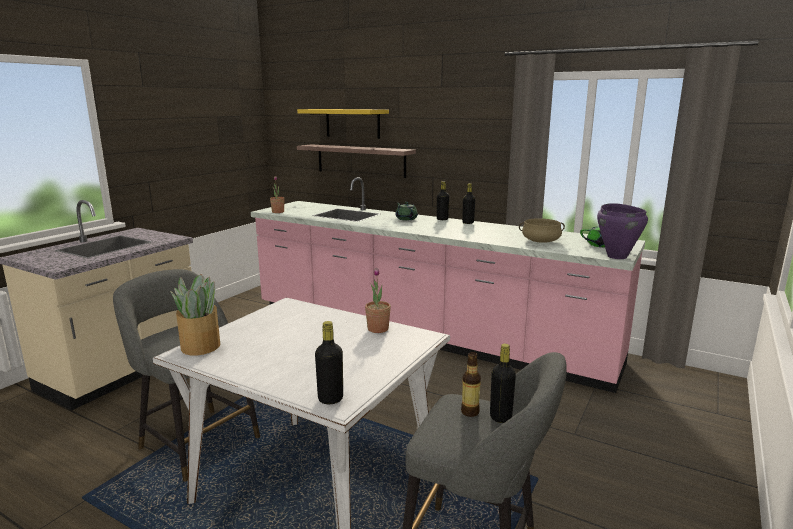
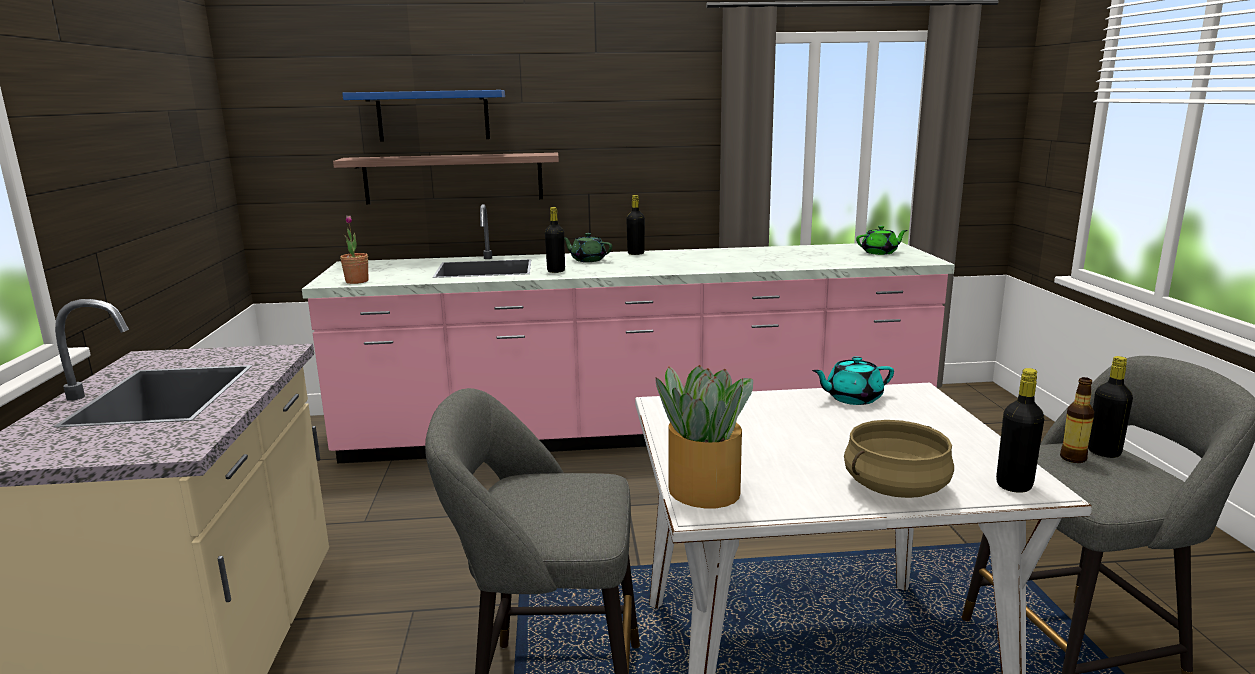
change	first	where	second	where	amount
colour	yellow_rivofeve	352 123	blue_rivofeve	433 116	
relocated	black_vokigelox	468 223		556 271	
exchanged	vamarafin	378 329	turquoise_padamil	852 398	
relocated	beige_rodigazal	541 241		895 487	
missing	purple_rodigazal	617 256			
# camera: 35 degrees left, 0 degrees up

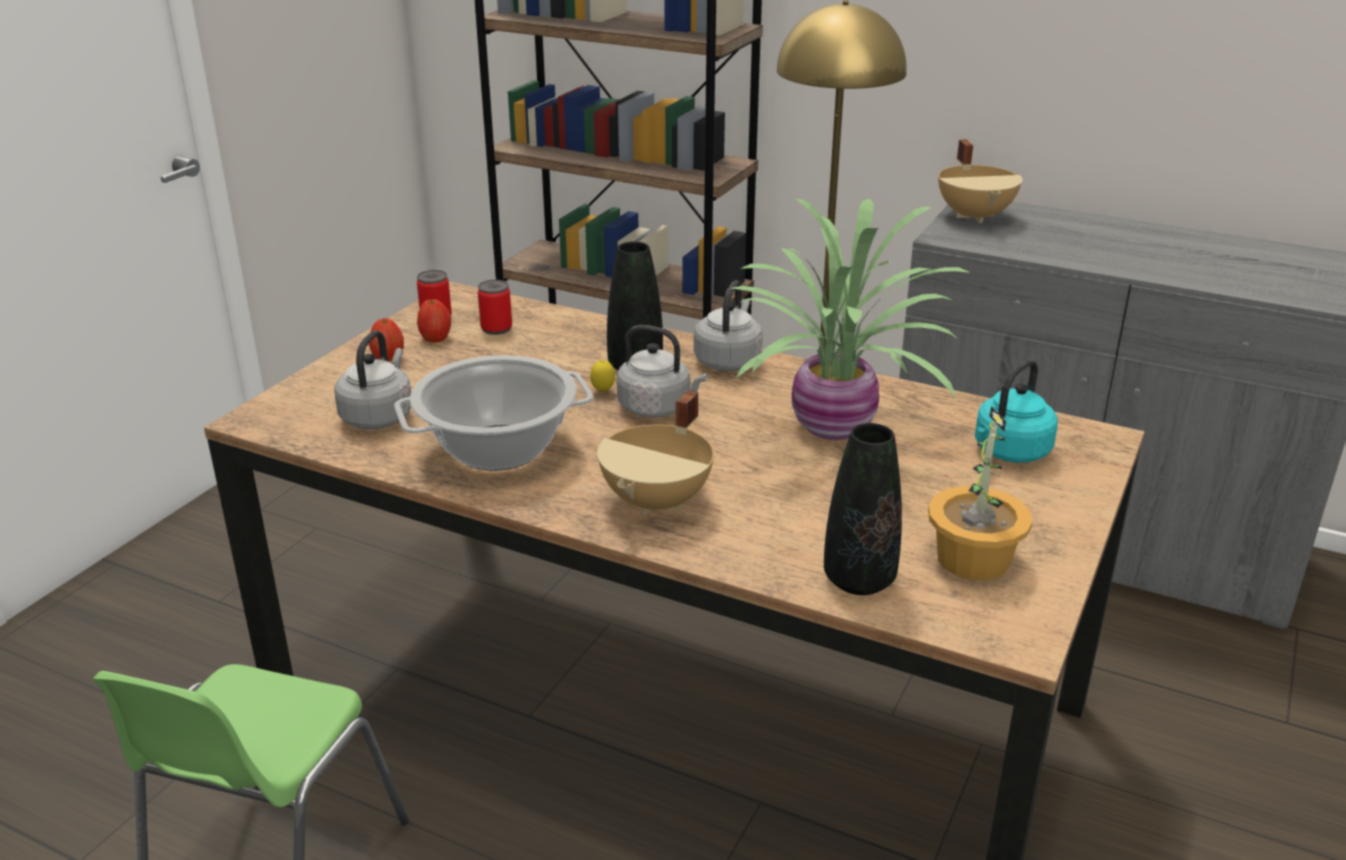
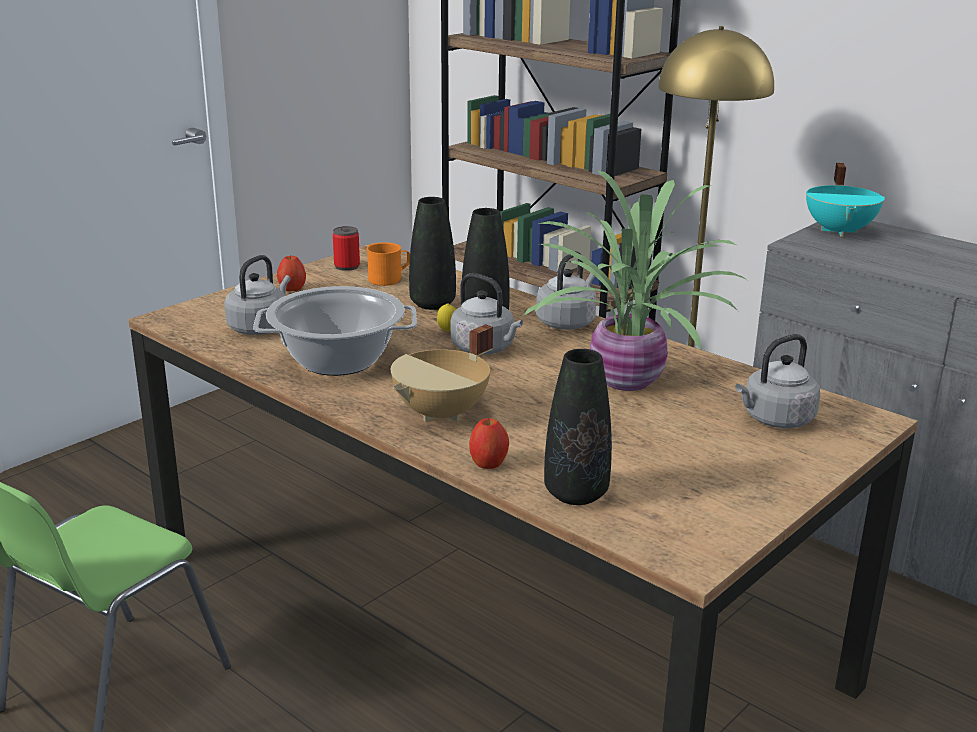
change	first	where	second	where	amount
exchanged	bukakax	496 328	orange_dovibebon	389 278	
appeared			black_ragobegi	432 304	
relocated	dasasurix	435 338		488 464	
colour	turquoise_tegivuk	1009 452	grey_tegivuk	775 419	
colour	beige_rodigazal	976 216	turquoise_rodigazal	840 231	
missing	vamarafin	971 558			
# camera: 15 degrees right, 5 degrees down

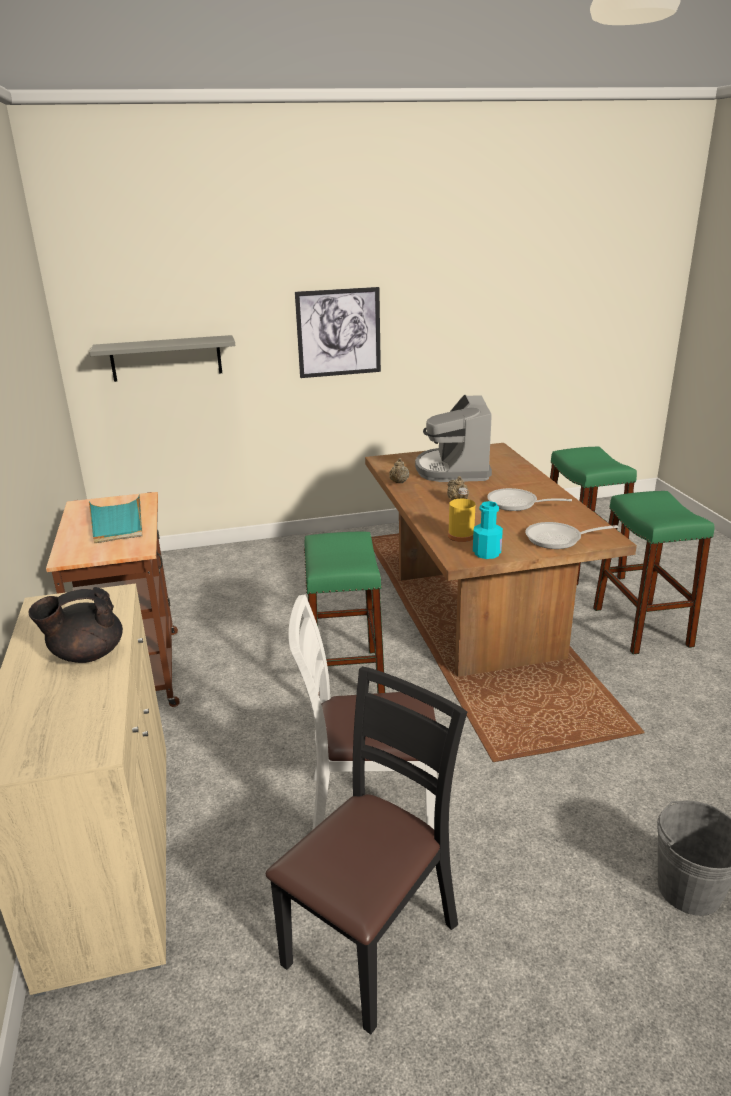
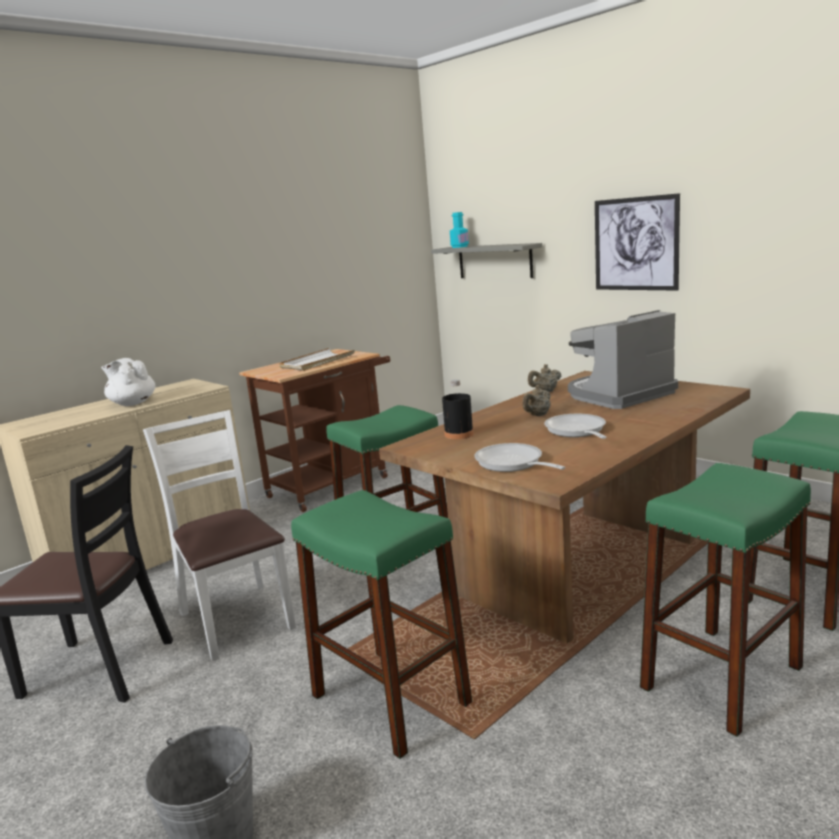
change	first	where	second	where	amount
colour	black_padamil	86 654	white_padamil	132 403	
colour	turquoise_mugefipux	117 522	white_mugefipux	317 362	
appeared			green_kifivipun	390 699	
colour	yellow_vokigelox	461 536	black_vokigelox	459 434	
relocated	turquoise_vokigelox	486 553		459 247	
# camera: 60 degrees right, 10 degrees down

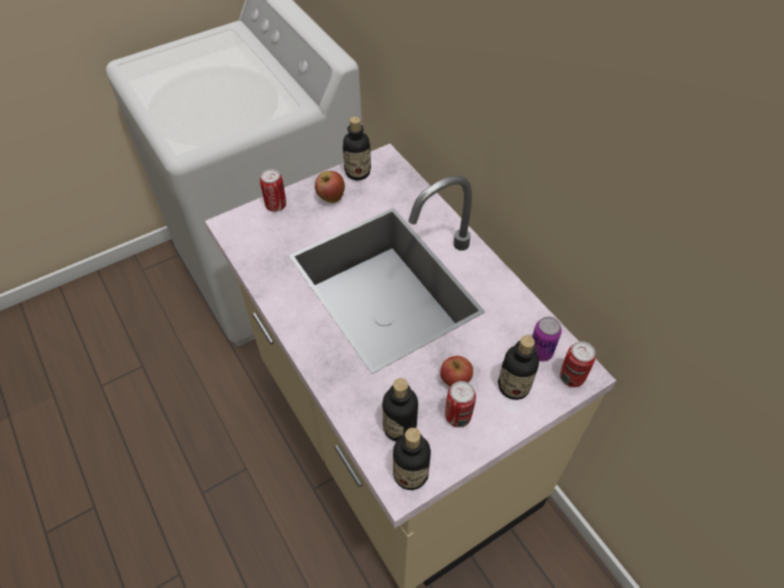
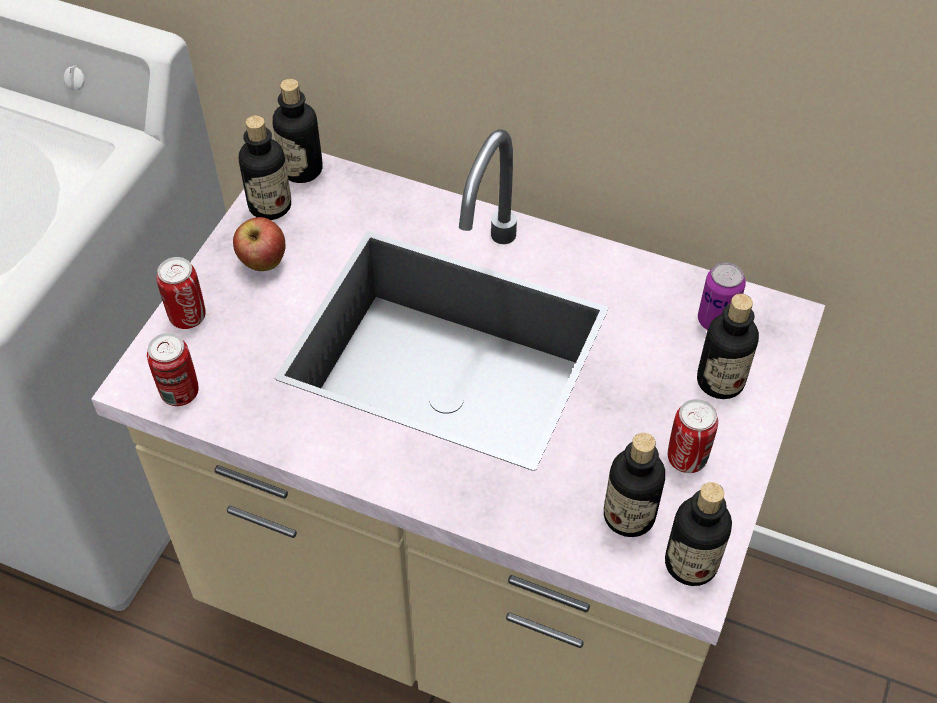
change	first	where	second	where	amount
relocated	bukakax	571 377		180 393	
appeared			vokigelox	301 169	
missing	dasasurix	455 379			
# camera: 35 degrees left, 0 degrees up

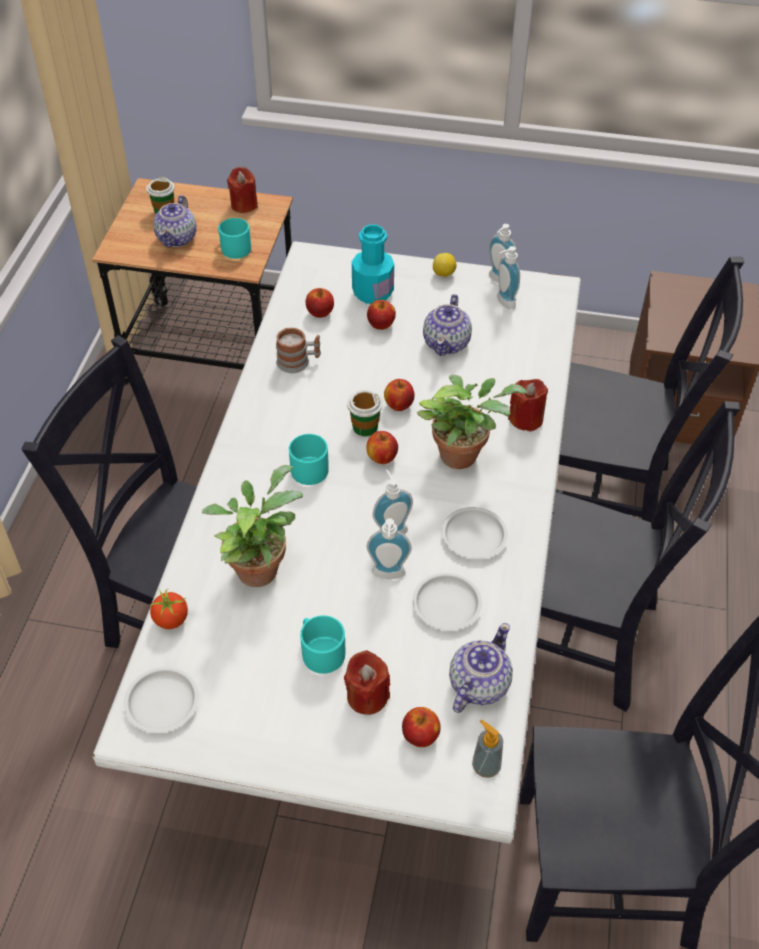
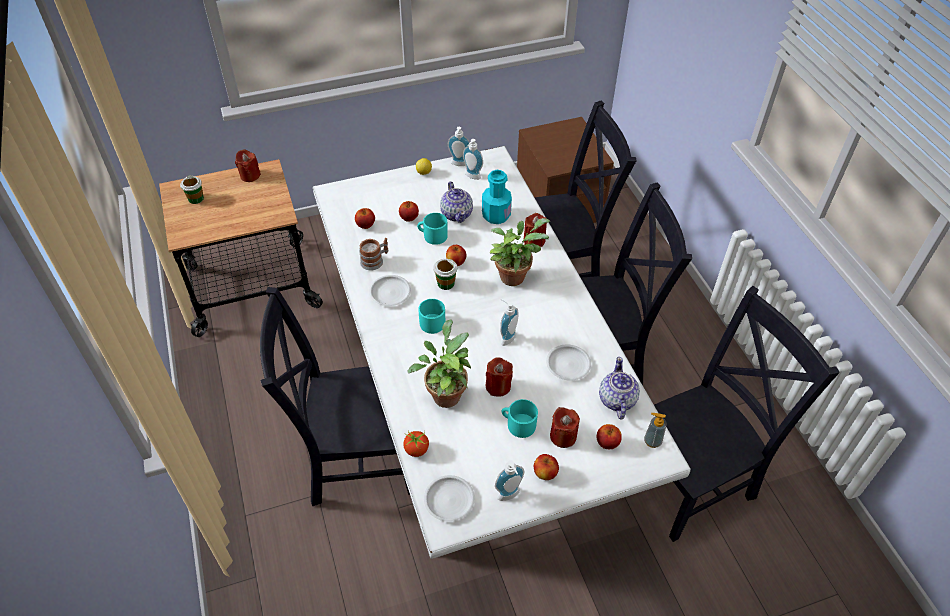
change	first	where	second	where	amount
relocated	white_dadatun	474 536		390 292	
relocated	turquoise_dovibebon	233 247		432 235	
relocated	turquoise_vokigelox	372 292		496 215	
appeared			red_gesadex	498 386	
relocated	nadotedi	388 575		509 496	
relocated	dasasurix	382 458		545 473	
missing	padamil	177 238			
# camera: 30 degrees left, 0 degrees up

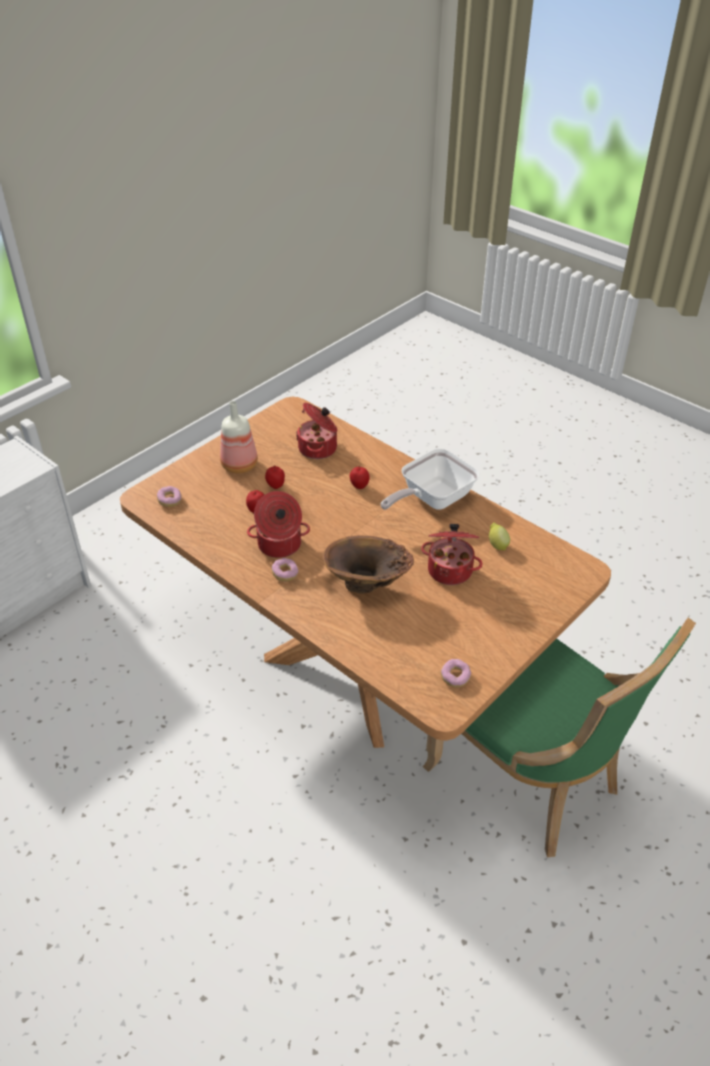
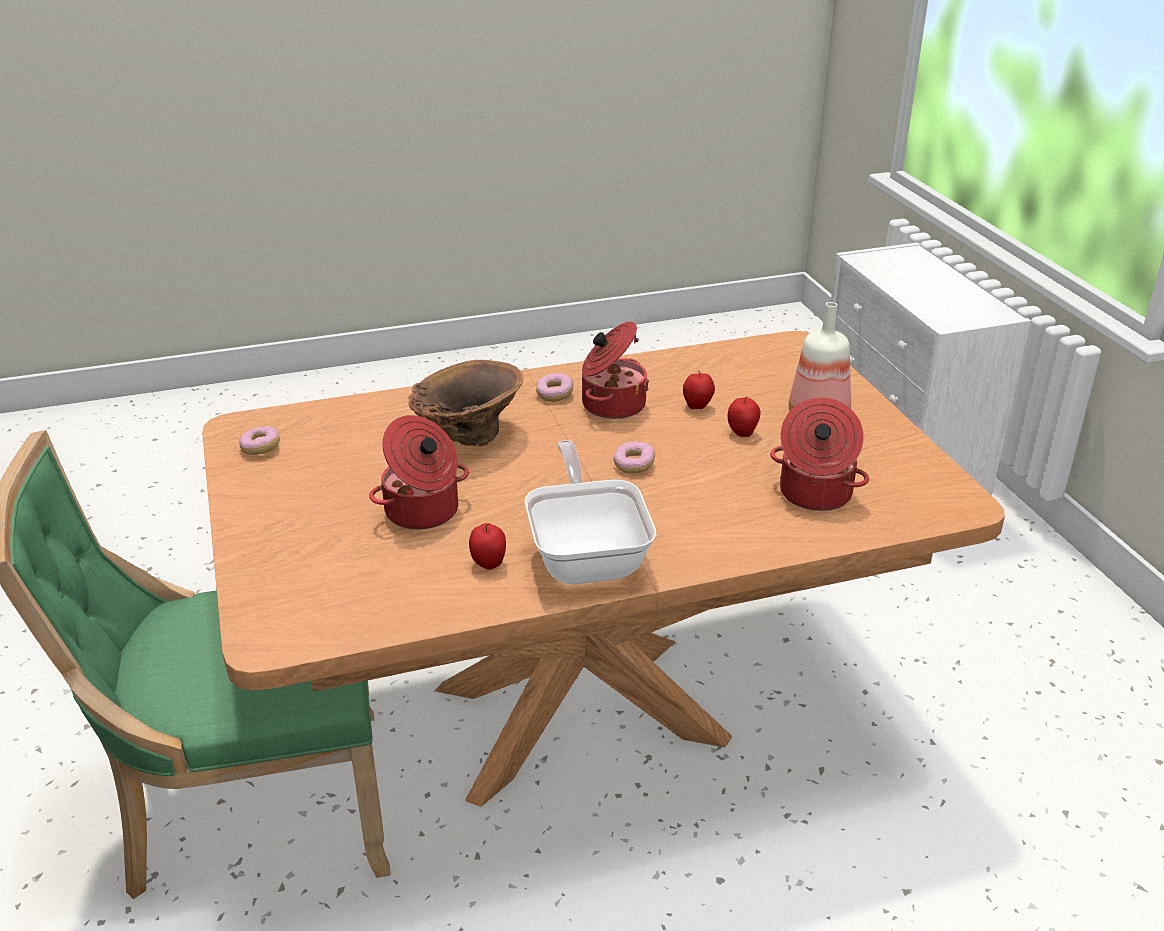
change	first	where	second	where	amount
relocated	dasasurix	359 487		488 564	
relocated	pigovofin	170 501		634 465	
missing	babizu	497 545			
# camera: 120 degrees right, 10 degrees down

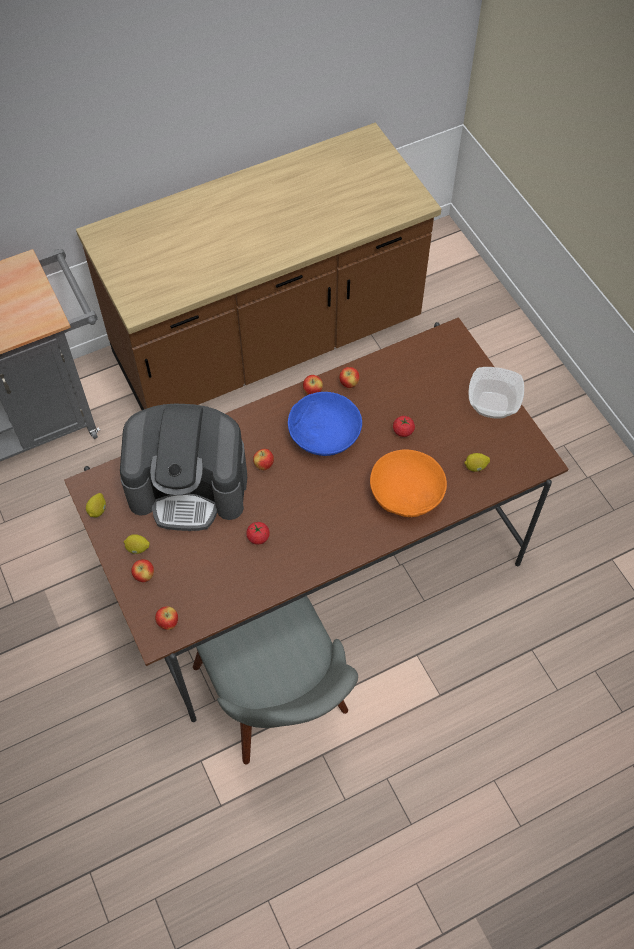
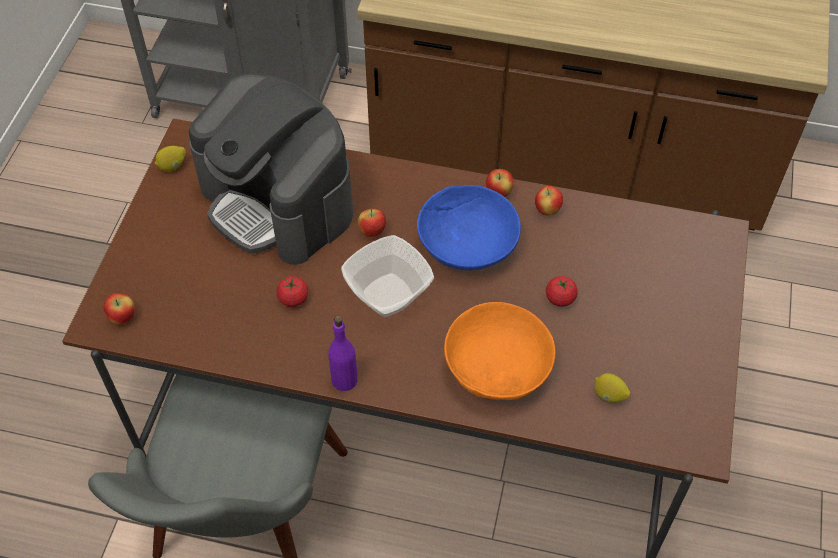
change	first	where	second	where	amount
appeared			purple_vokigelox	344 379	
relocated	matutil	493 404		389 295	
missing	babizu	137 548			
missing	dasasurix	144 576			
# camera: 40 degrees right, 5 degrees down

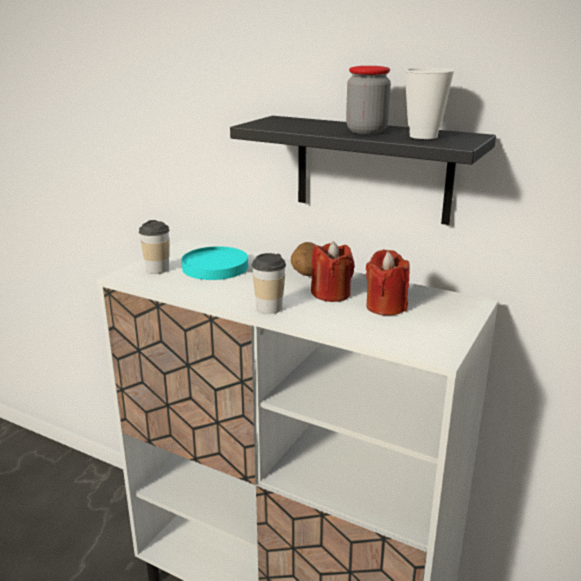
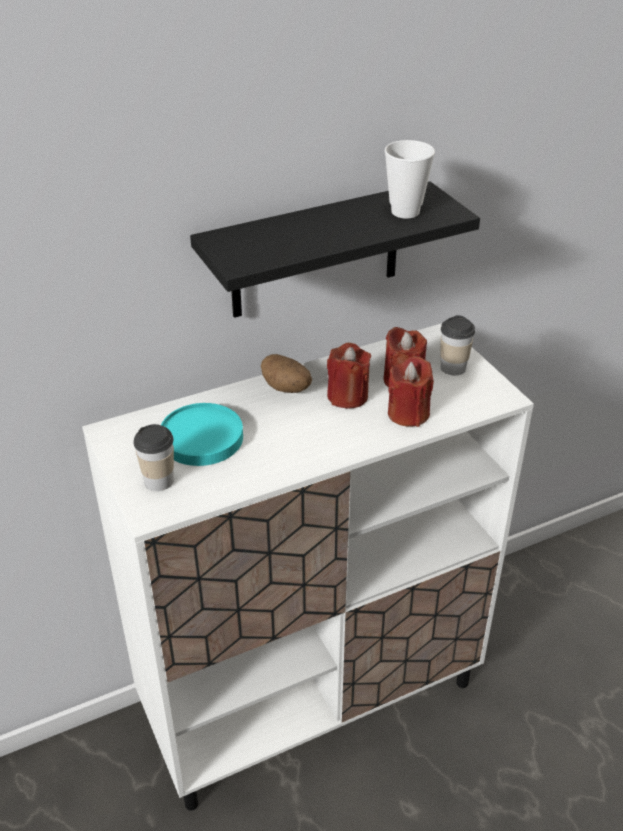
change	first	where	second	where	amount
appeared			red_gesadex	408 413	
relocated	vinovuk	269 308		453 368	
missing	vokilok	366 131			
# camera: 55 degrees left, 15 degrees up

